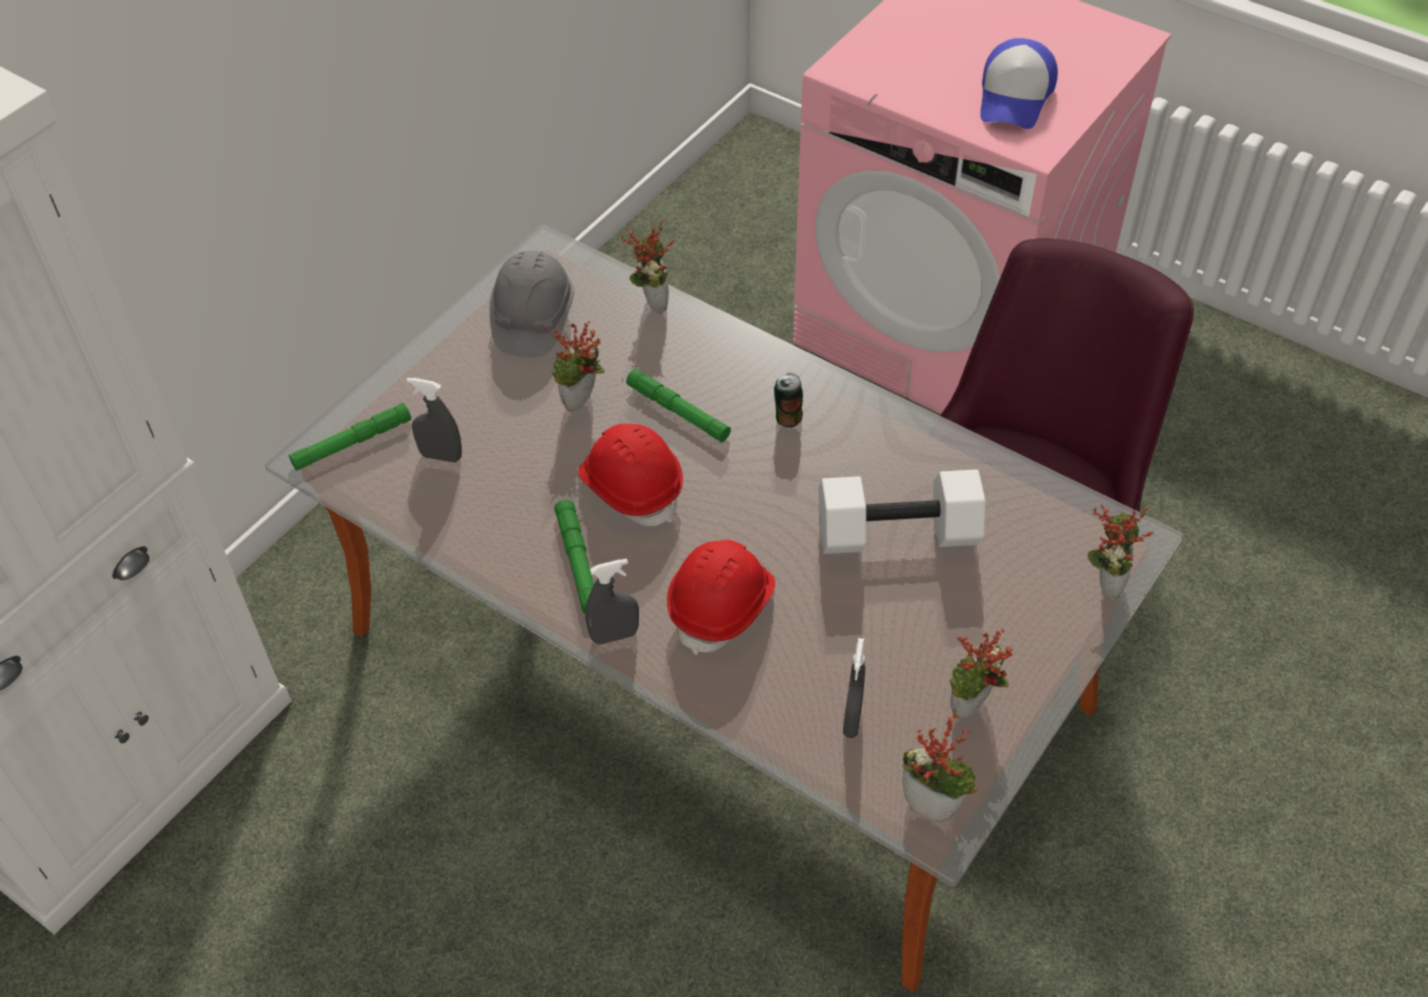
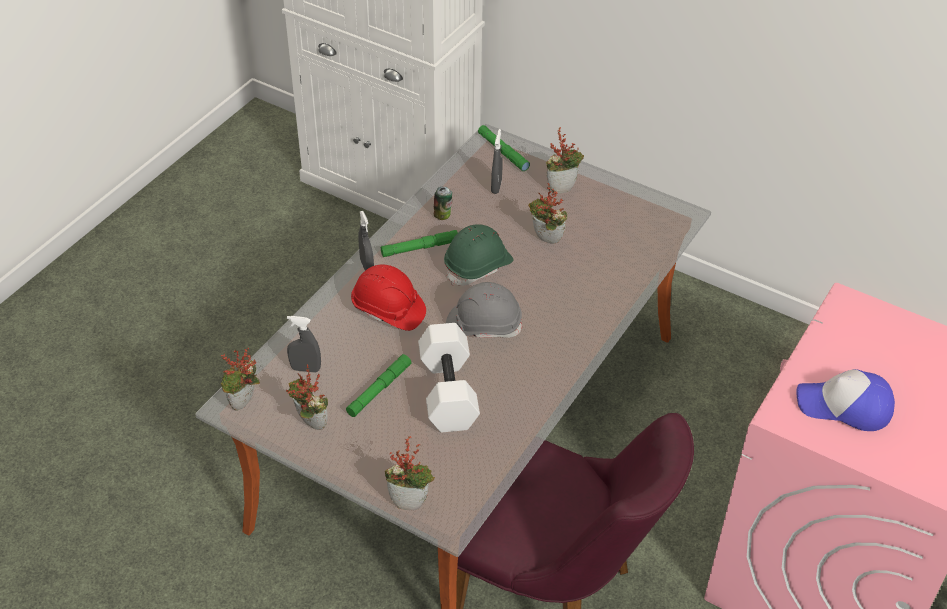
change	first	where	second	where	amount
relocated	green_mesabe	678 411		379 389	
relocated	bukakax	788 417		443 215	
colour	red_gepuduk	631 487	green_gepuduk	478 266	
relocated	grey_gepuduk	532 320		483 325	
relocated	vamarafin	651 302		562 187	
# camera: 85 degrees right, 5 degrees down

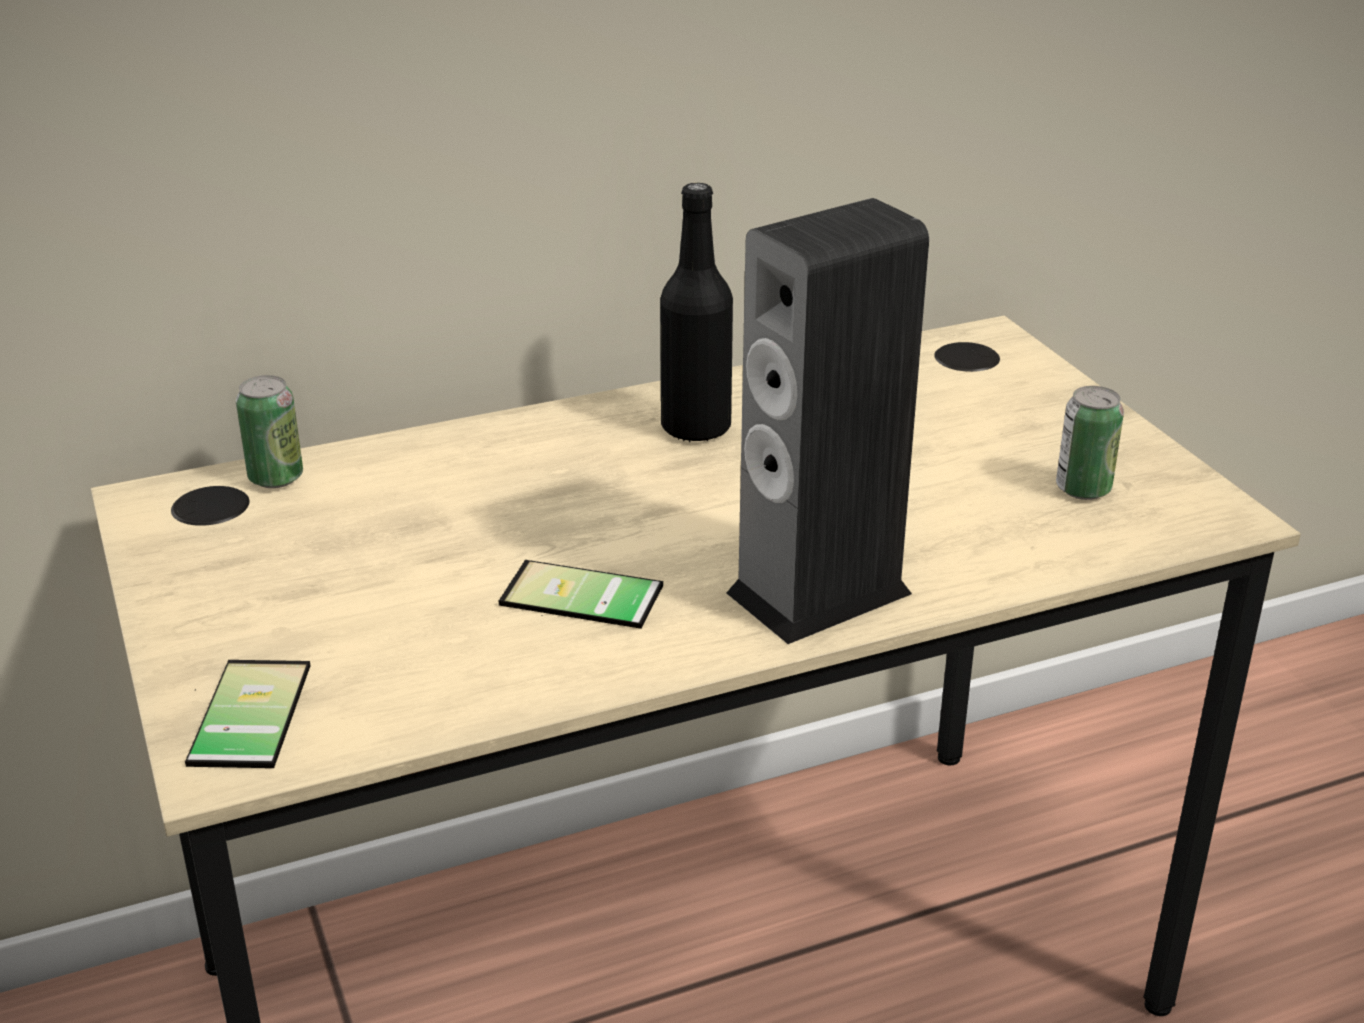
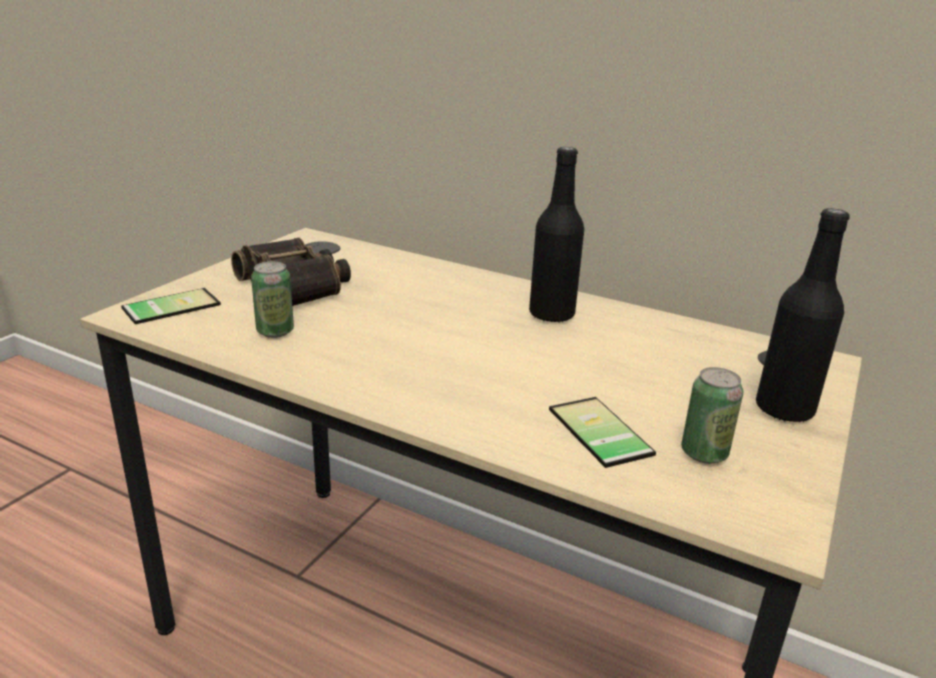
change	first	where	second	where	amount
appeared			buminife	296 285	
relocated	bukakax	276 478		275 331	
relocated	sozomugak	579 600		594 432	
appeared			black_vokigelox	784 409	
missing	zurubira	819 593			
# camera: 50 degrees right, 5 degrees down

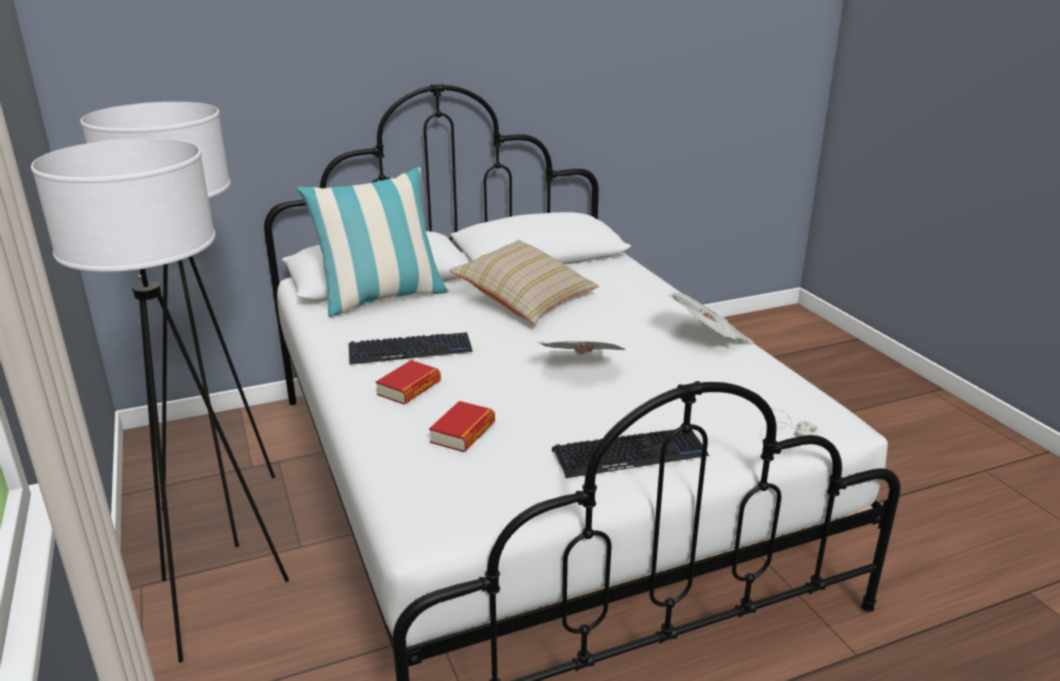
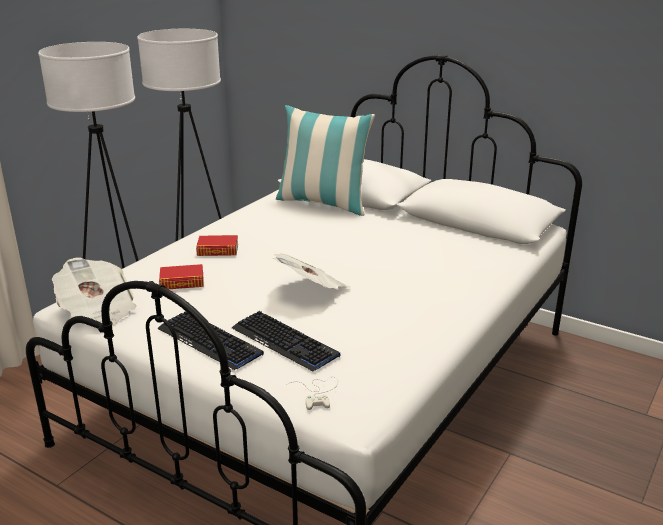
change	first	where	second	where	amount
relocated	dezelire	709 338		97 311	
relocated	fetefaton	410 350		285 342	
missing	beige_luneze	525 301			
# camera: 55 degrees right, 0 degrees up

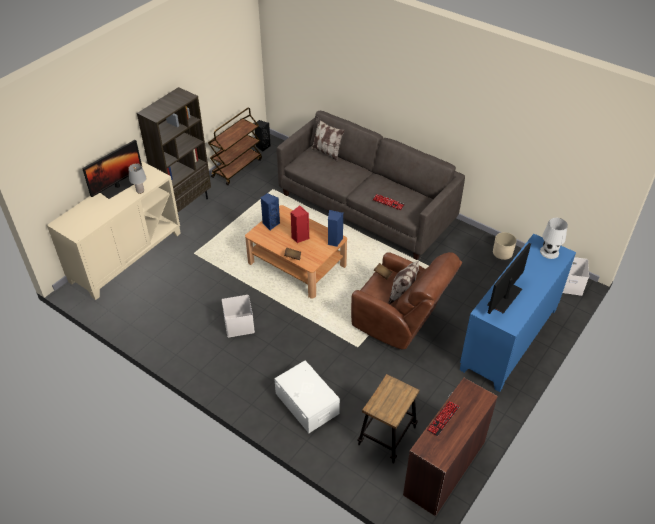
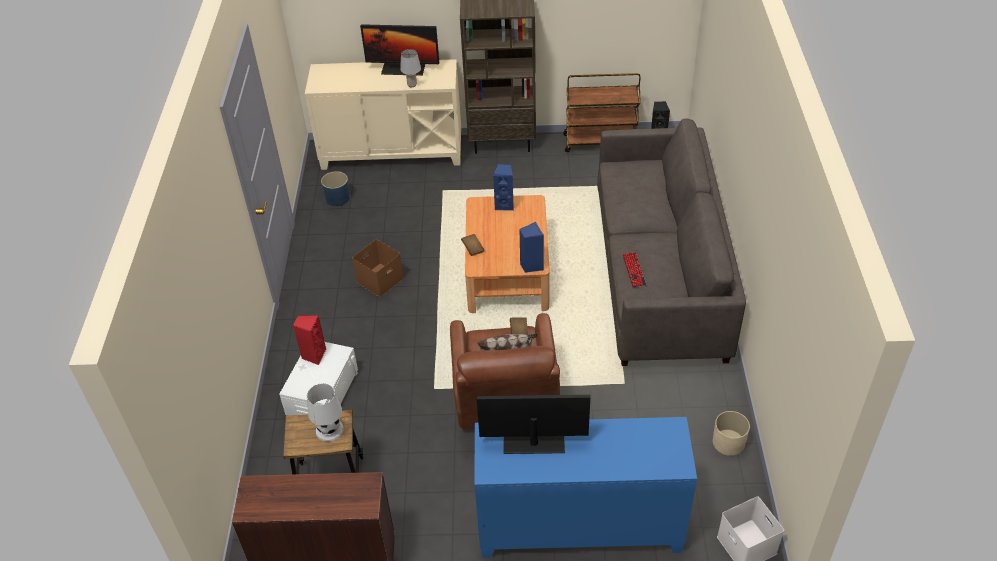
change	first	where	second	where	amount
relocated	red_zurubira	299 237		313 355	
relocated	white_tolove	549 252		329 429	
appeared			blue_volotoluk	338 197	
colour	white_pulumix	238 324	brown_pulumix	380 279	
missing	luneze	326 153			
missing	fetefaton	443 418			
# camera: 55 degrees right, 0 degrees up

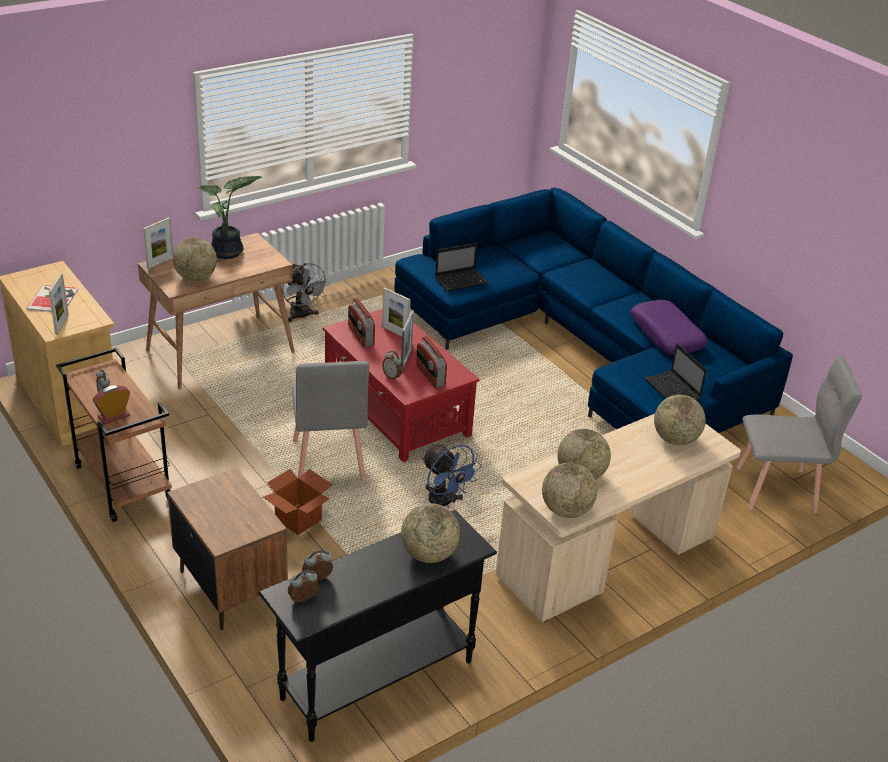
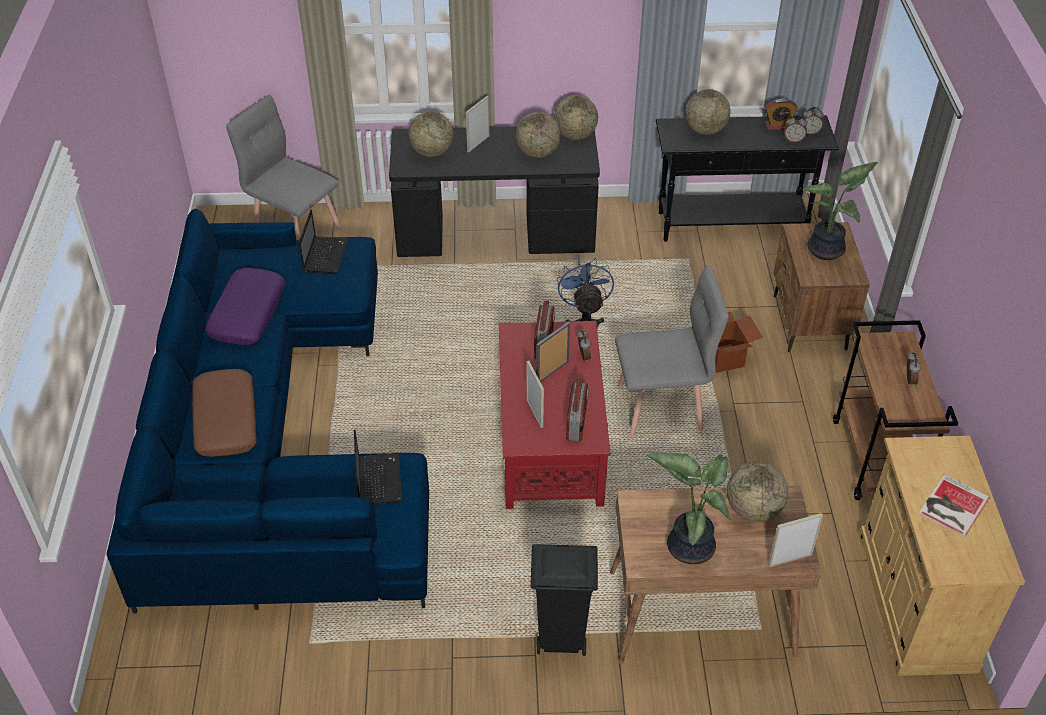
change	first	where	second	where	amount
appeared			brown_luneze	225 420	
spun	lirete	461 281		378 479	75 degrees clockwise
colour	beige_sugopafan	607 558	black_sugopafan	495 236	
relocated	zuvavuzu	62 325		478 143	
exchanged	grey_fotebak	302 316	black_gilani	560 639	
spun	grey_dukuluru	327 460		661 407	60 degrees clockwise
relocated	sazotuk	114 416		778 126	
appeared			vamarafin	828 250	
# camera: 145 degrees left, 10 degrees up

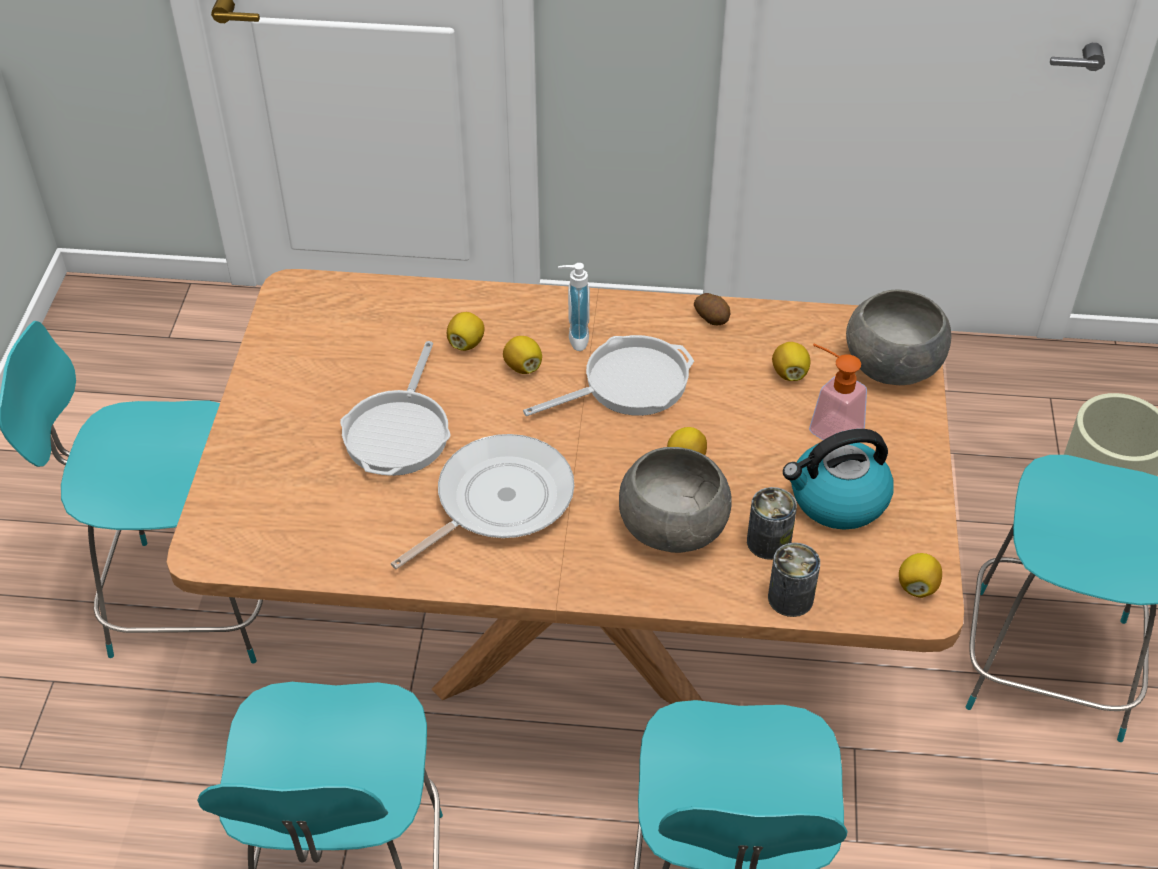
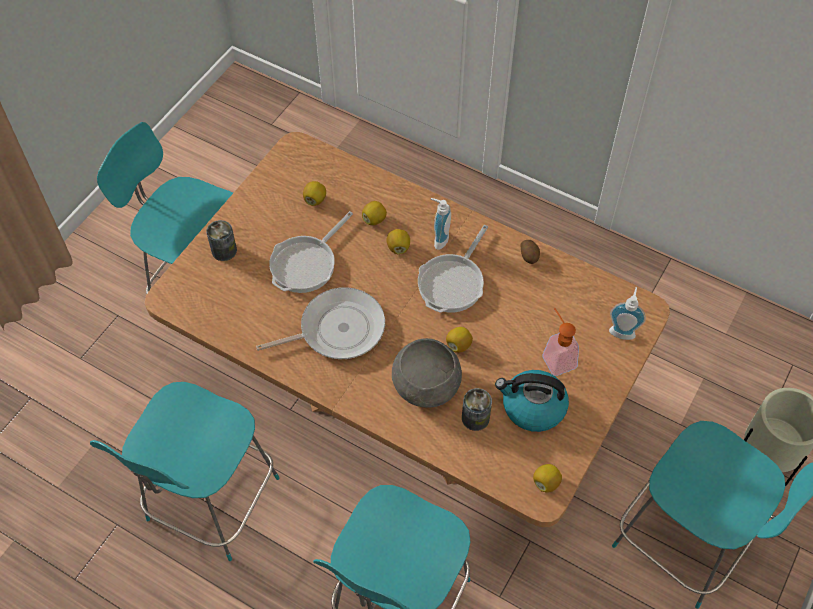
change	first	where	second	where	amount
relocated	bukakax	790 598		224 250	
relocated	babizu	789 373		315 199	
spun	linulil	628 384		453 282	120 degrees clockwise
exchanged	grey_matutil	893 365	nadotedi	622 331	
# camera: 25 degrees right, 10 degrees up

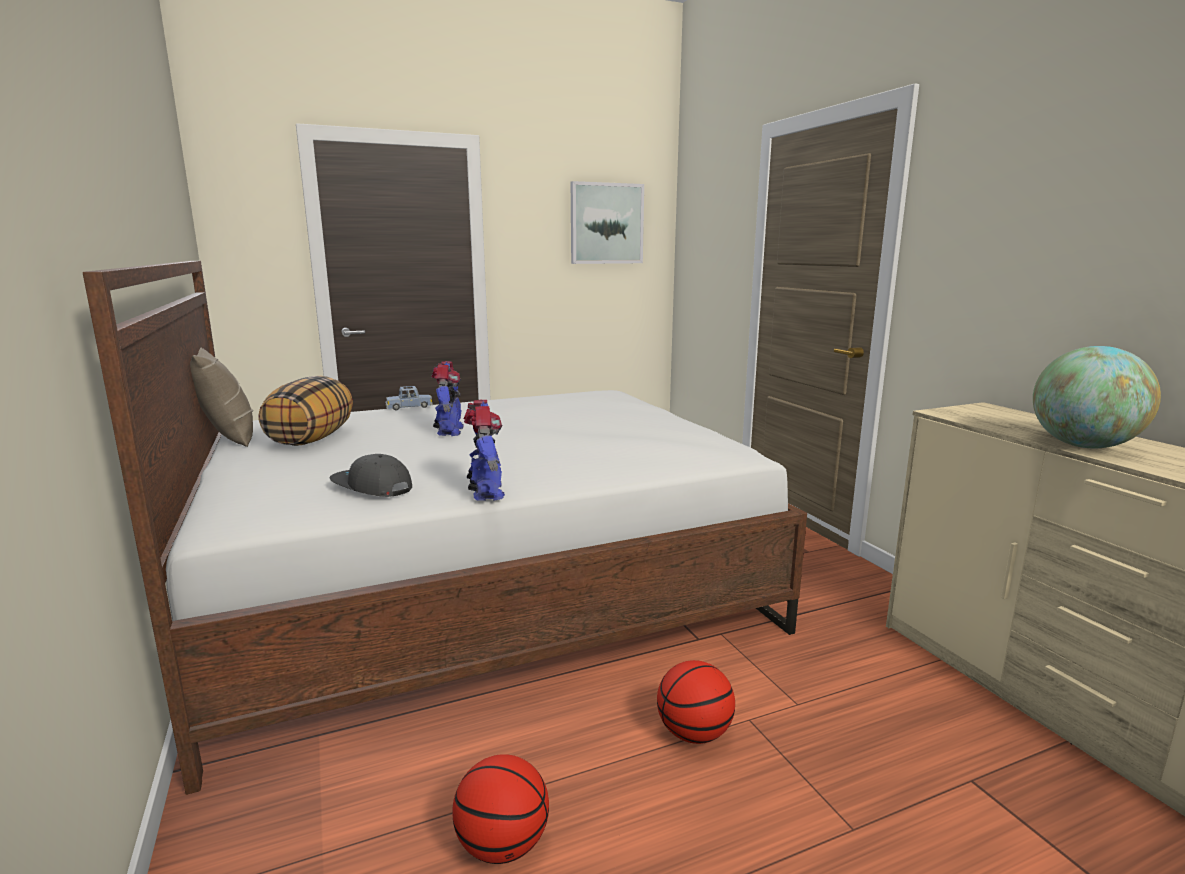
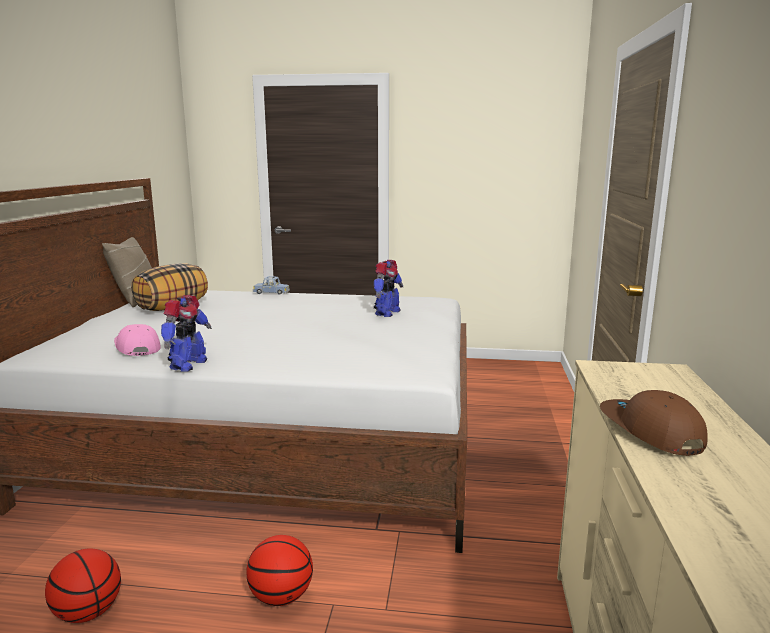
change	first	where	second	where	amount
colour	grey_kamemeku	371 487	pink_kamemeku	137 347	
relocated	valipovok	449 431		386 313	
exchanged	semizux	1083 446	brown_kamemeku	649 431	
missing	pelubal	606 223			
# camera: 30 degrees right, 0 degrees up

